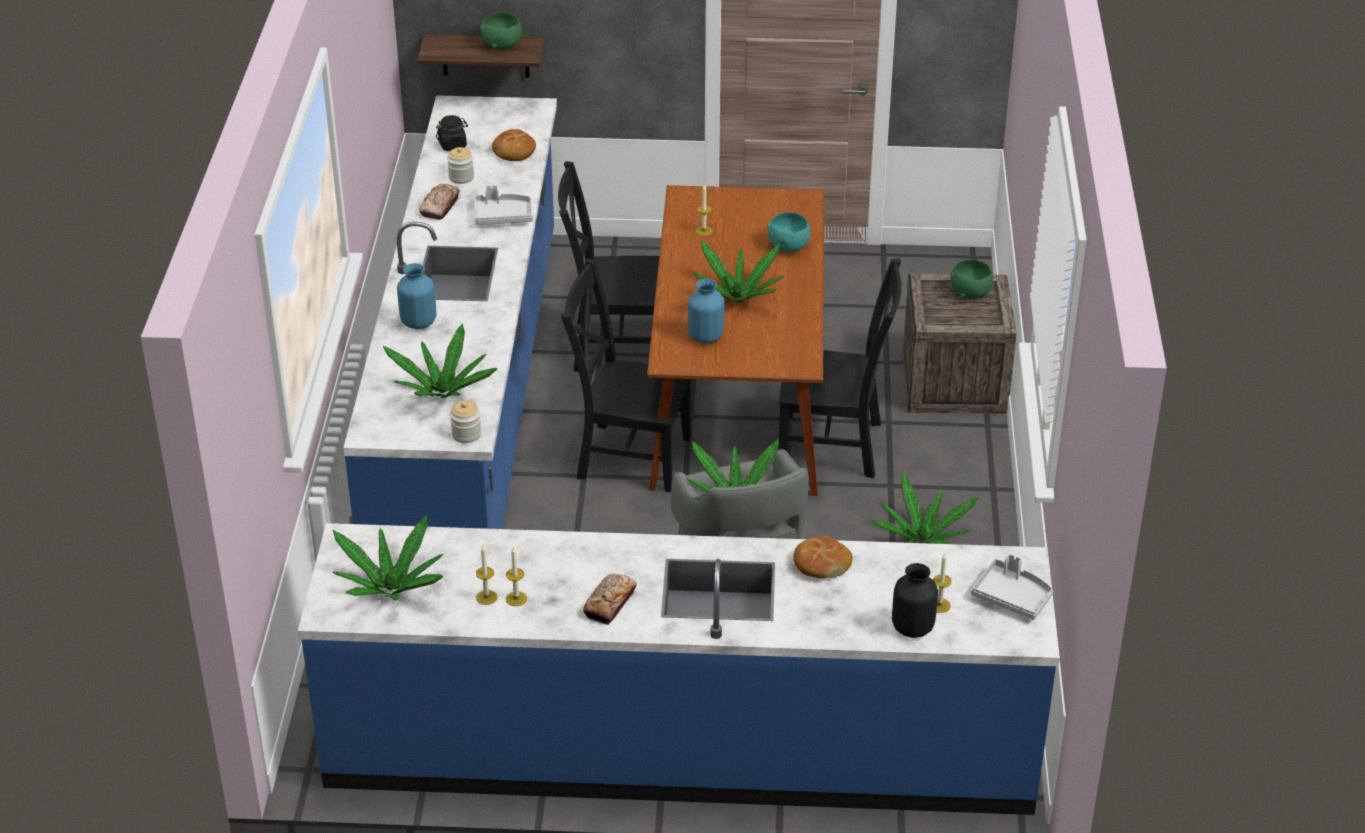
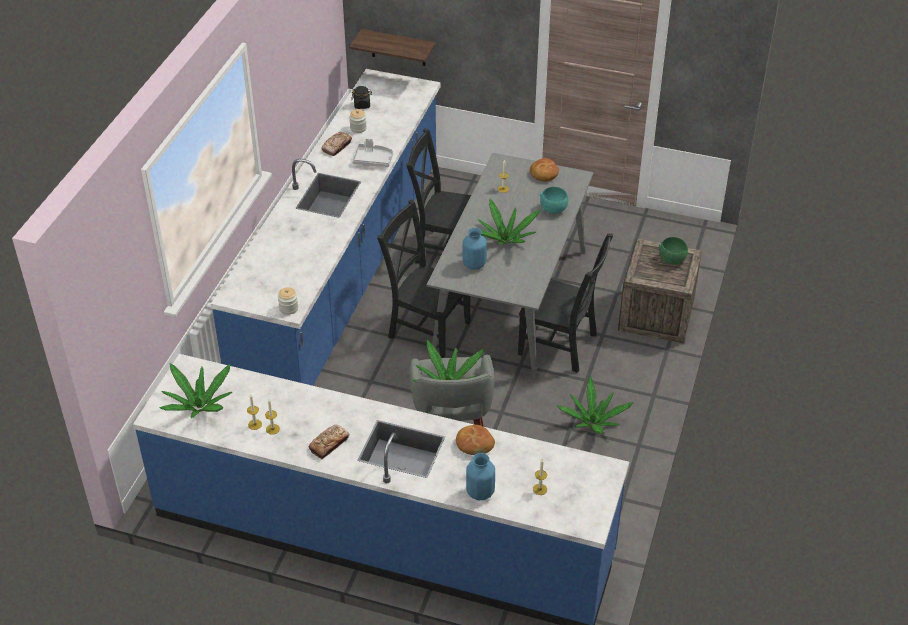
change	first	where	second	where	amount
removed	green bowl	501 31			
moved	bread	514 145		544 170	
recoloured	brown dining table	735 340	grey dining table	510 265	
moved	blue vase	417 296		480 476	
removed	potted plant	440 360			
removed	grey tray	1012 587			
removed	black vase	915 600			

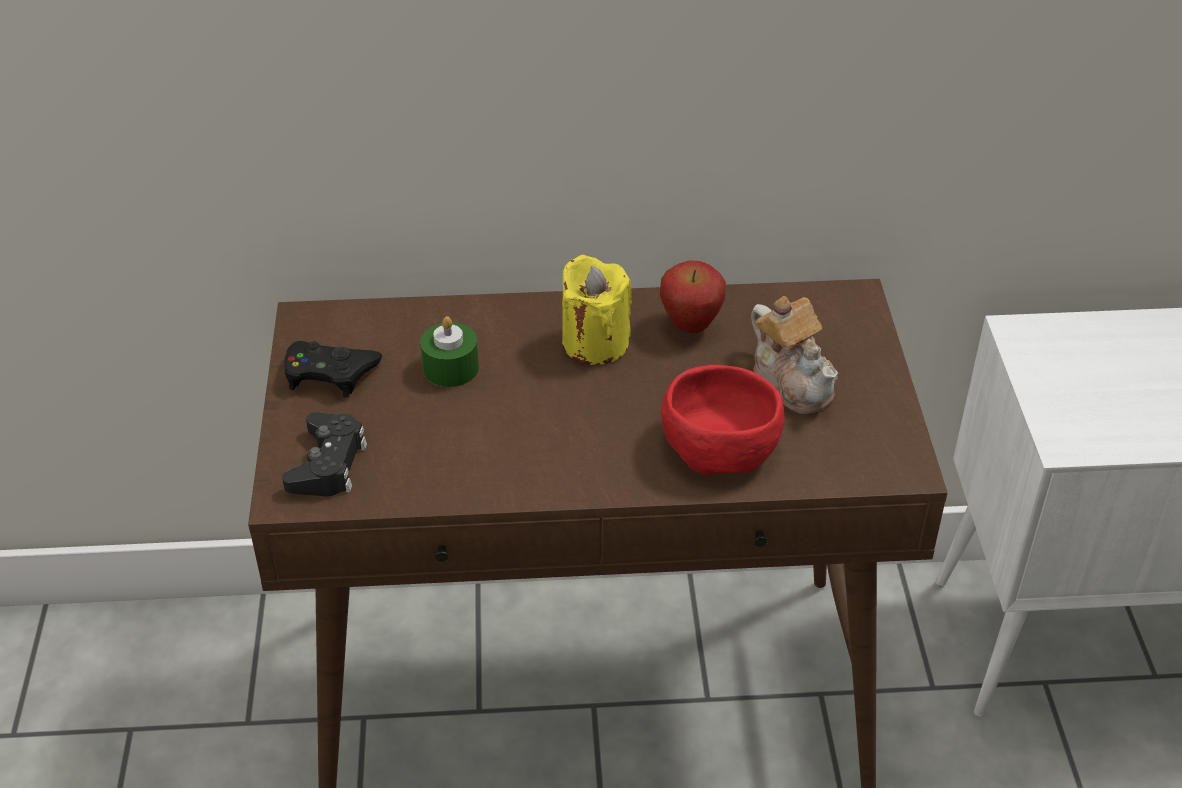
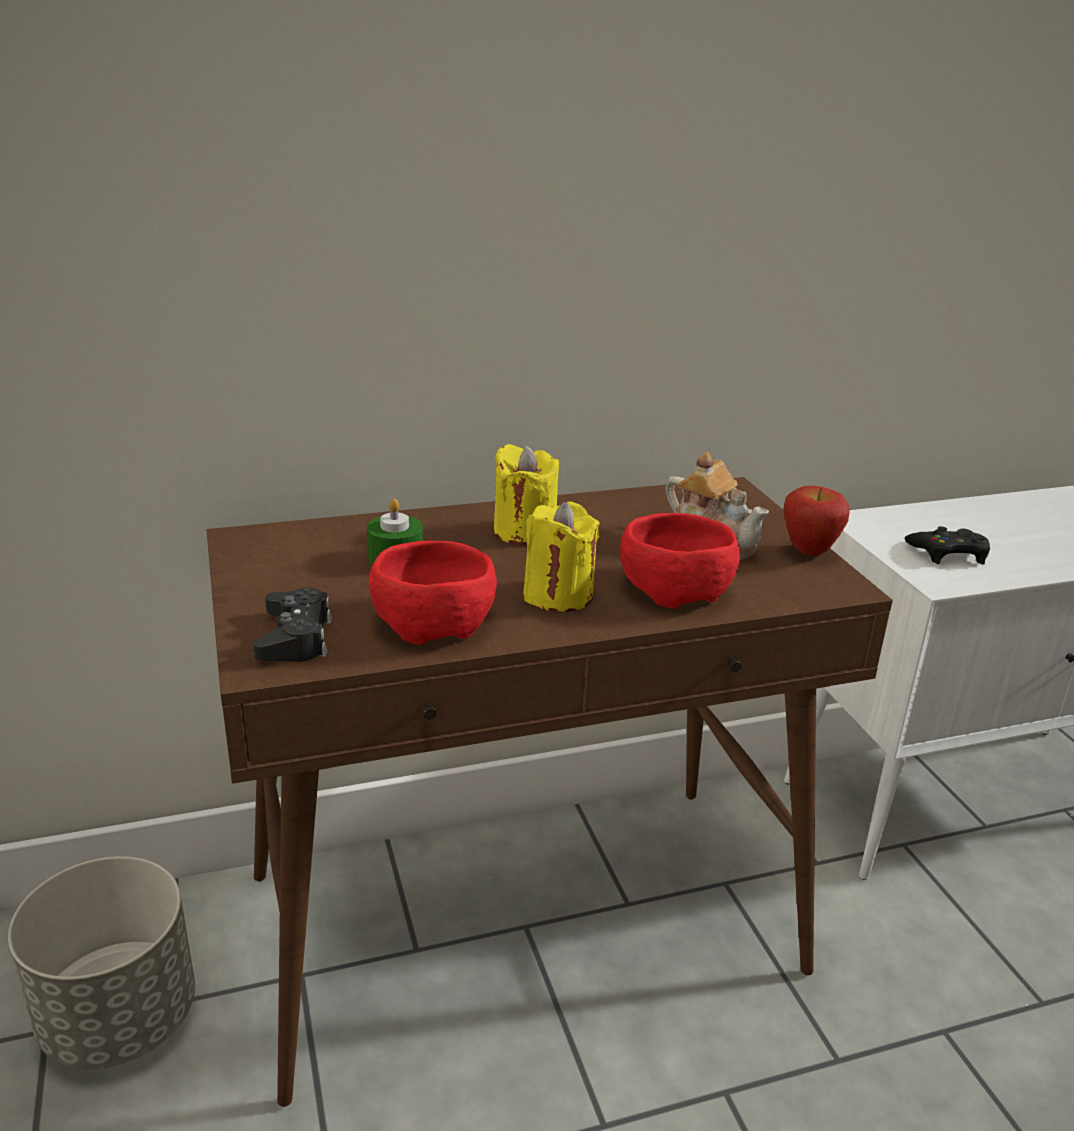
change	first	where	second	where	amount
moved	apple	693 296		816 521	
moved	black game controller	333 369		947 545	
added			yellow candle	561 556	
added			red bowl	433 593	
added			grey planter	101 962	

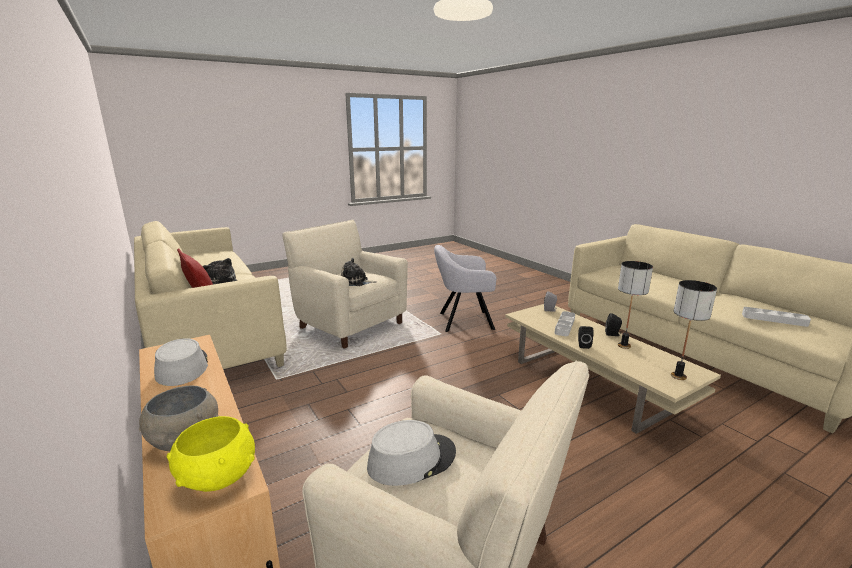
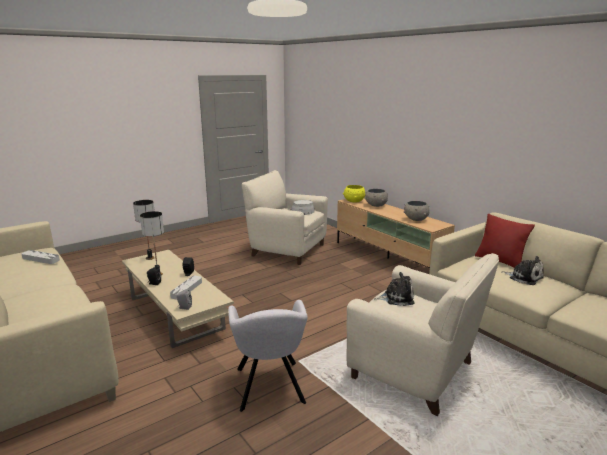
change	first	where	second	where	amount
turned	grey armchair	465 288		268 356	90 degrees clockwise
replaced	grey hat	181 362	grey bowl	416 211	

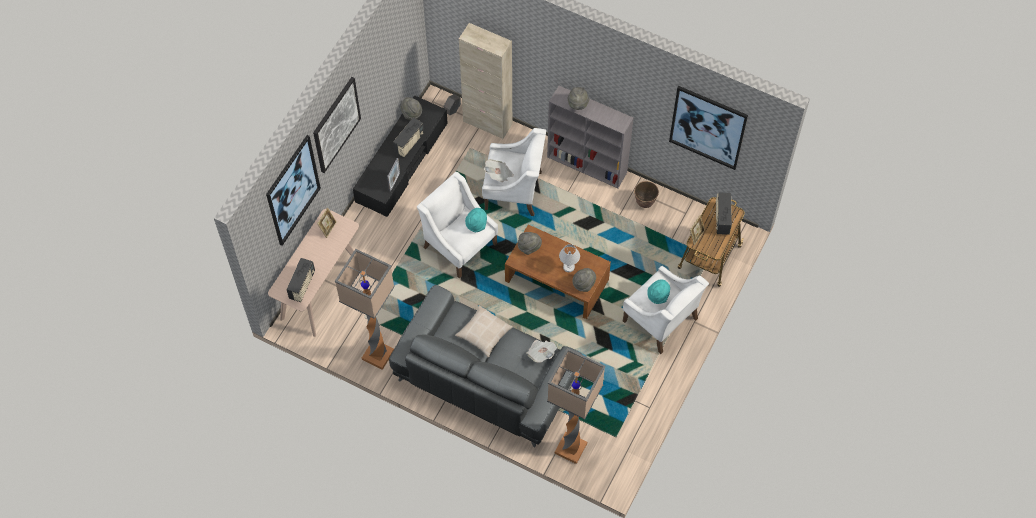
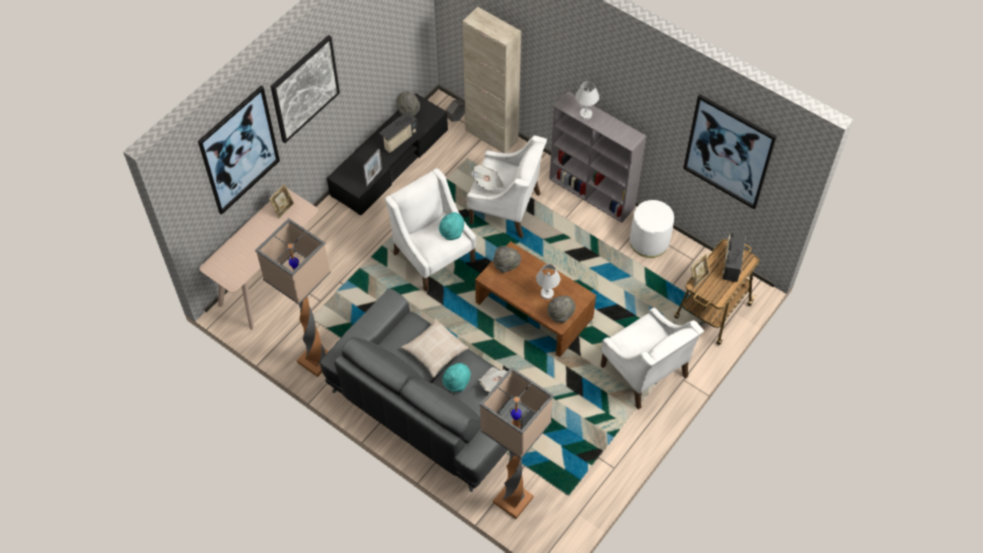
change	first	where	second	where	amount
replaced	grey hat	578 98	white table lamp	587 100	
replaced	planter	646 194	white ottoman	652 229	
removed	radio	300 280			
moved	turquoise hat	658 291		457 377	

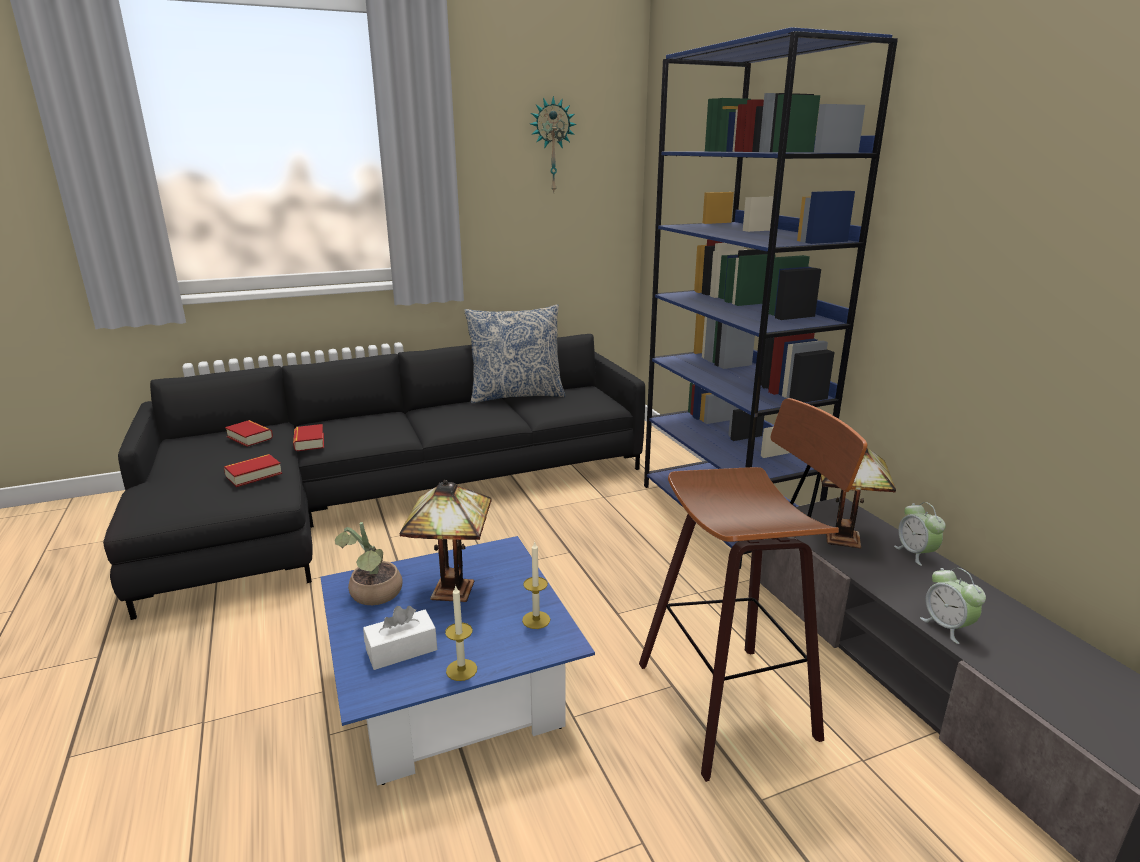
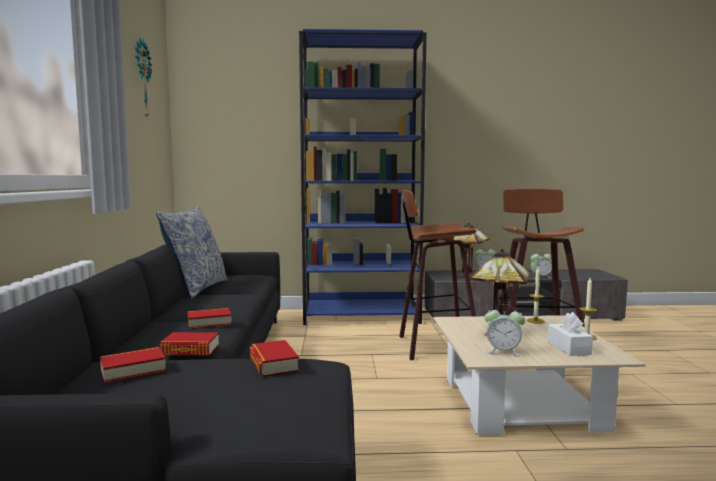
change	first	where	second	where	amount
replaced	potted plant	369 563	alarm clock	505 330	
recoloured	blue coffee table	457 661	beige coffee table	539 375	
added			stool	437 275	
added			book	210 318	

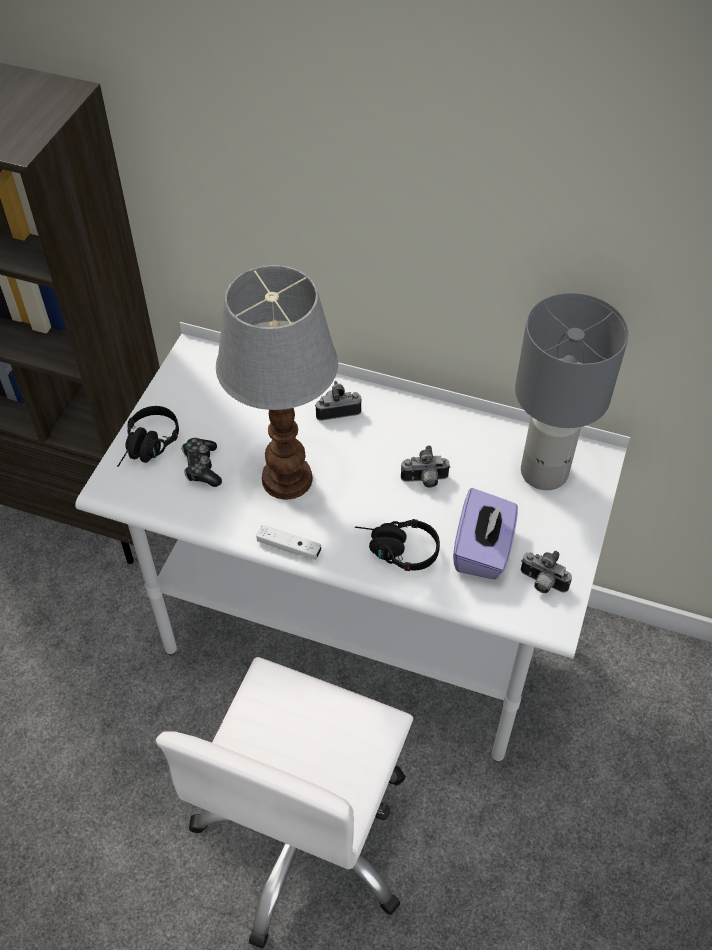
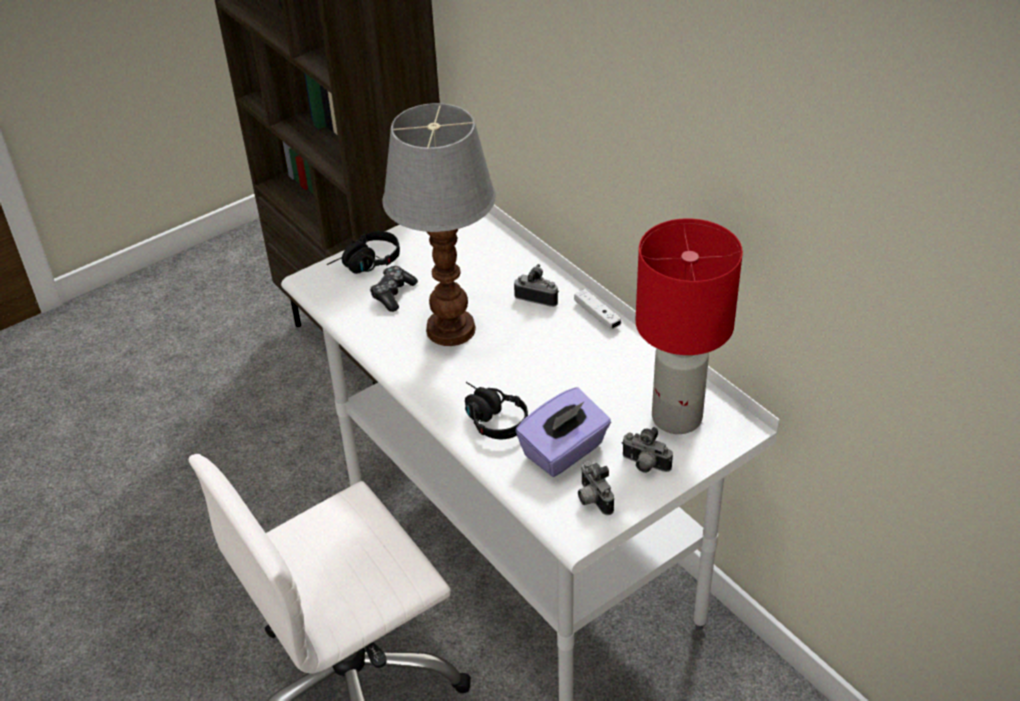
change	first	where	second	where	amount
recoloured	grey table lamp	572 391	red table lamp	689 326	
moved	photo camera	425 466		647 450	
moved	white game controller	288 542		597 309	

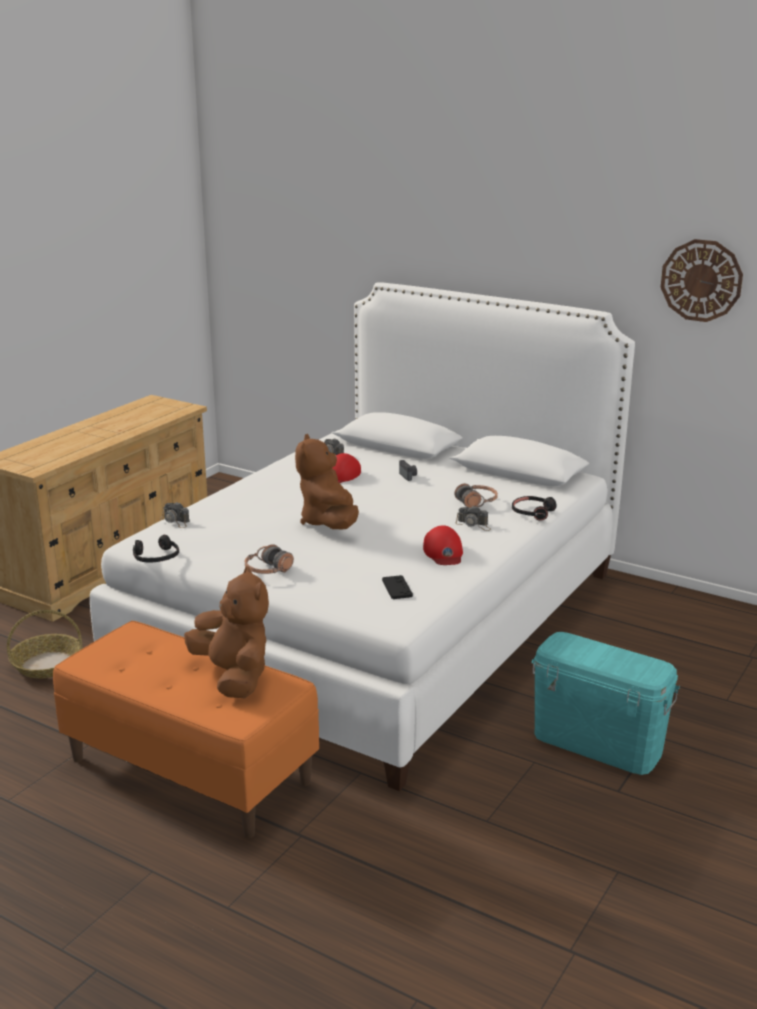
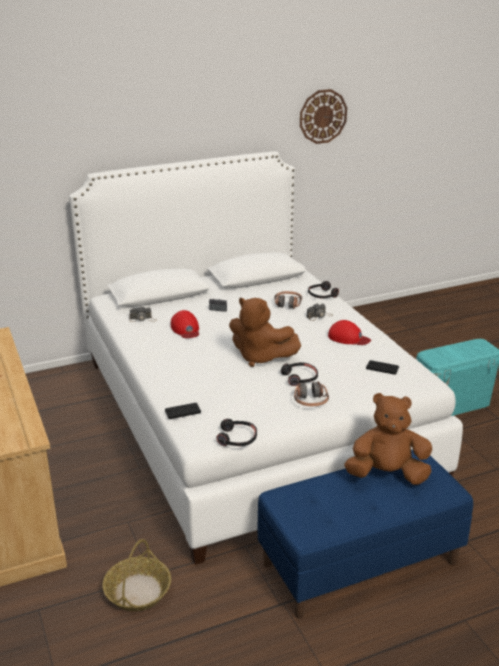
change	first	where	second	where	amount
replaced	photo camera	175 515	black game controller	183 411	
recoloured	orange bench	186 729	blue bench	365 534	
added			black headphones	299 374	

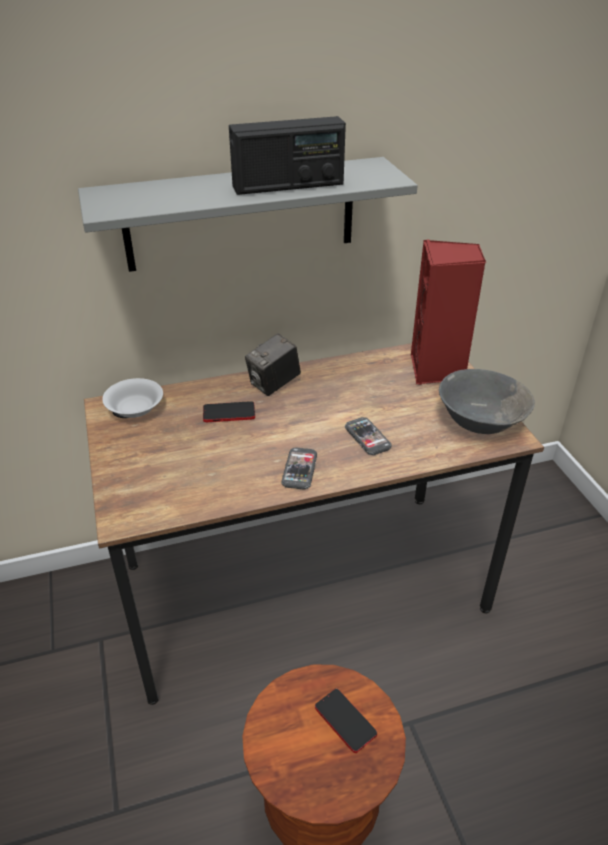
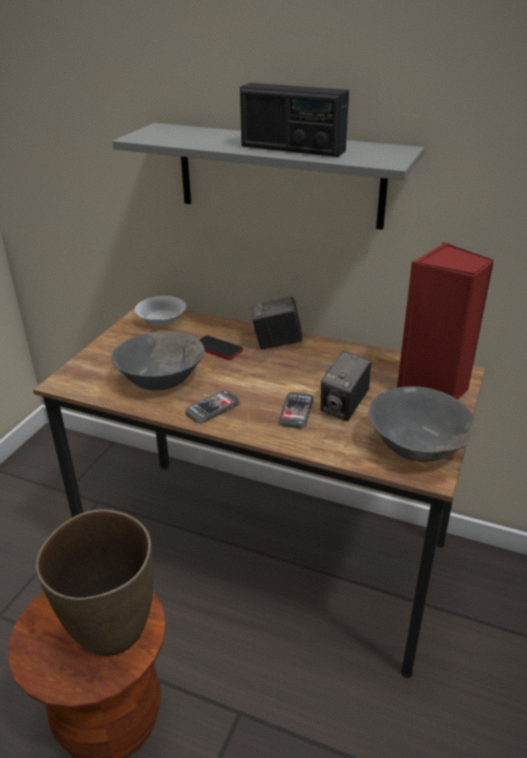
change	first	where	second	where	amount
replaced	phone	346 721	brown vase	94 582	
added			grey bowl	157 361	
added			photo camera	345 385	

